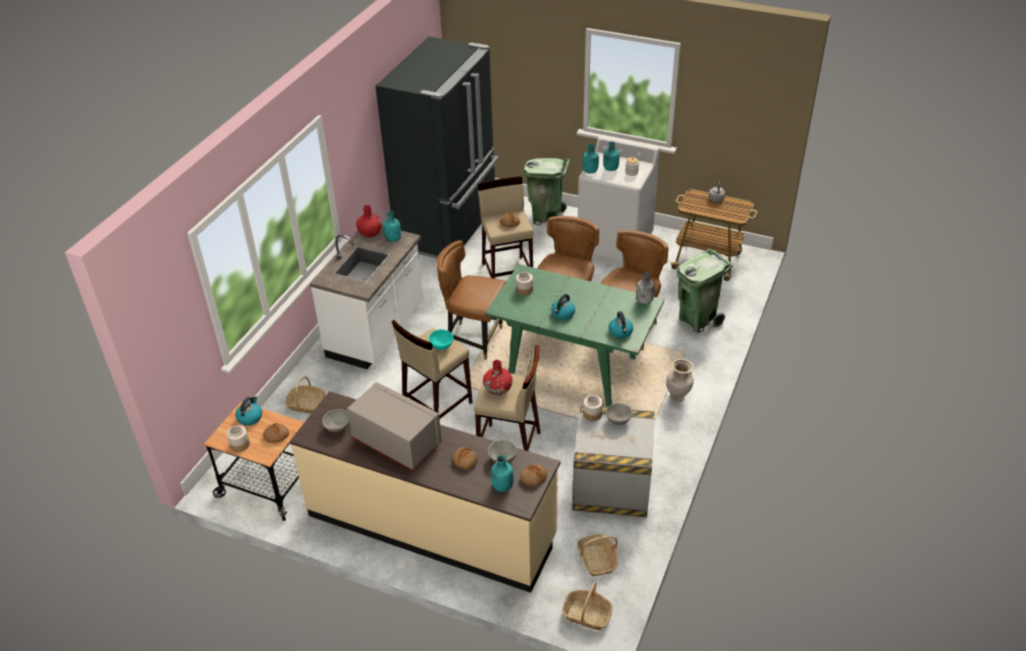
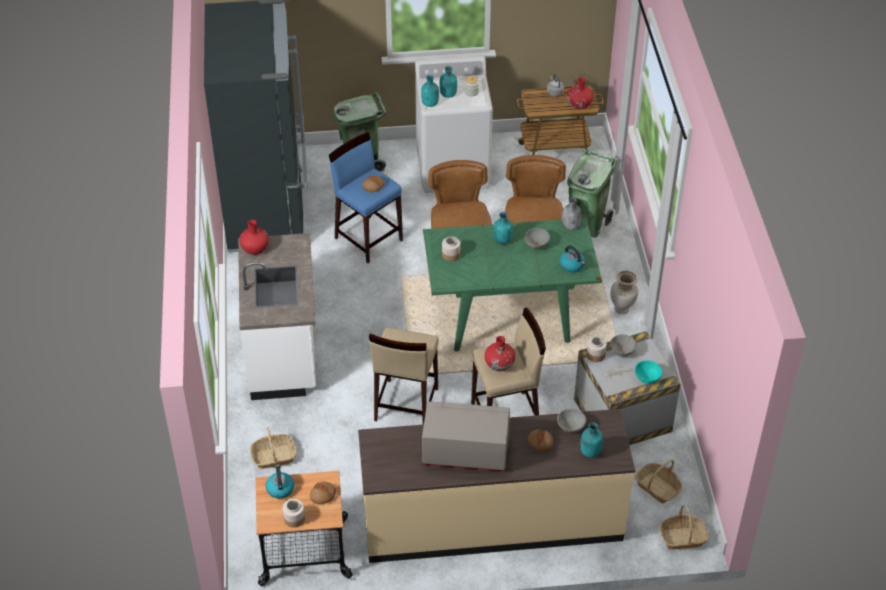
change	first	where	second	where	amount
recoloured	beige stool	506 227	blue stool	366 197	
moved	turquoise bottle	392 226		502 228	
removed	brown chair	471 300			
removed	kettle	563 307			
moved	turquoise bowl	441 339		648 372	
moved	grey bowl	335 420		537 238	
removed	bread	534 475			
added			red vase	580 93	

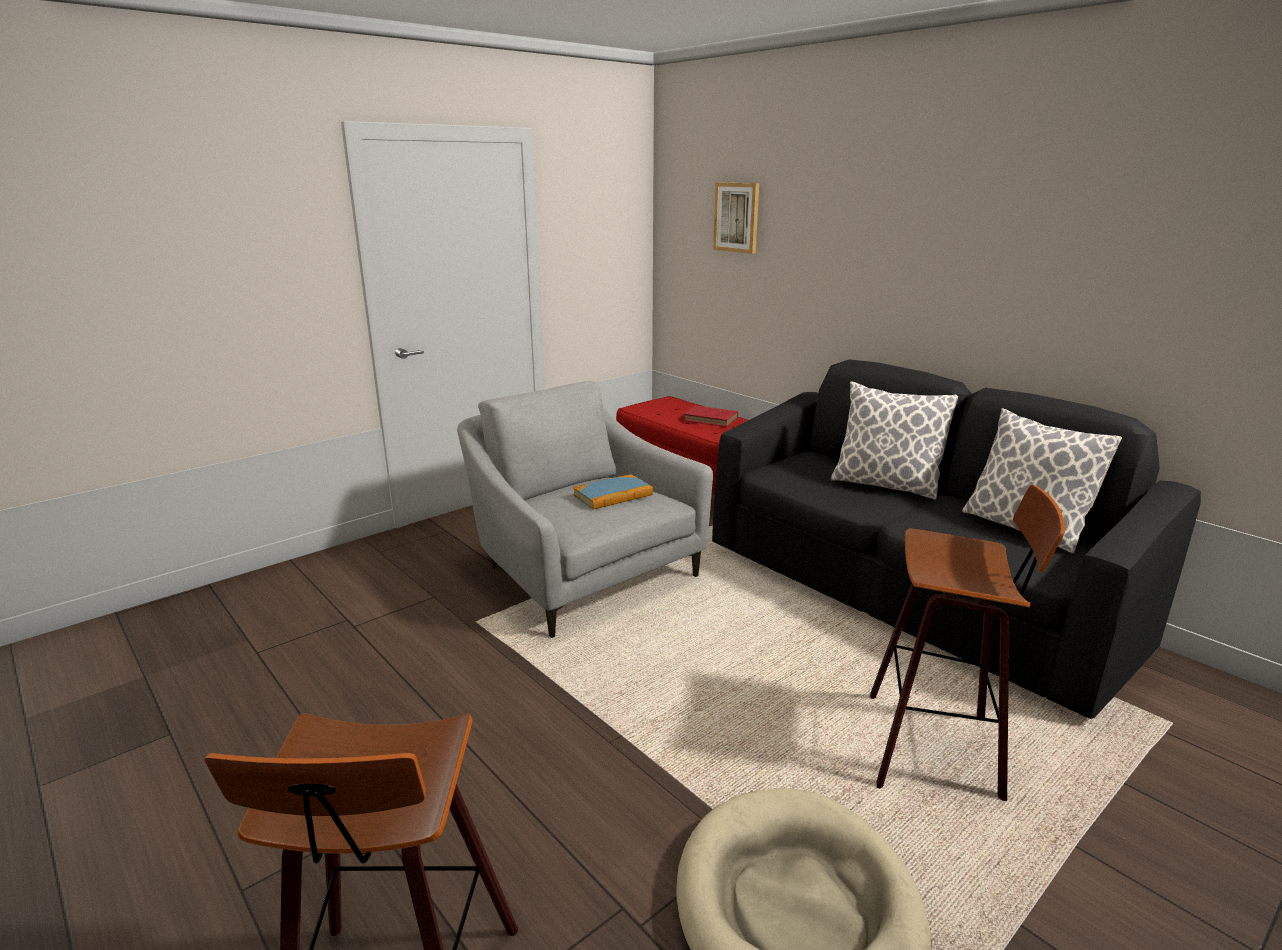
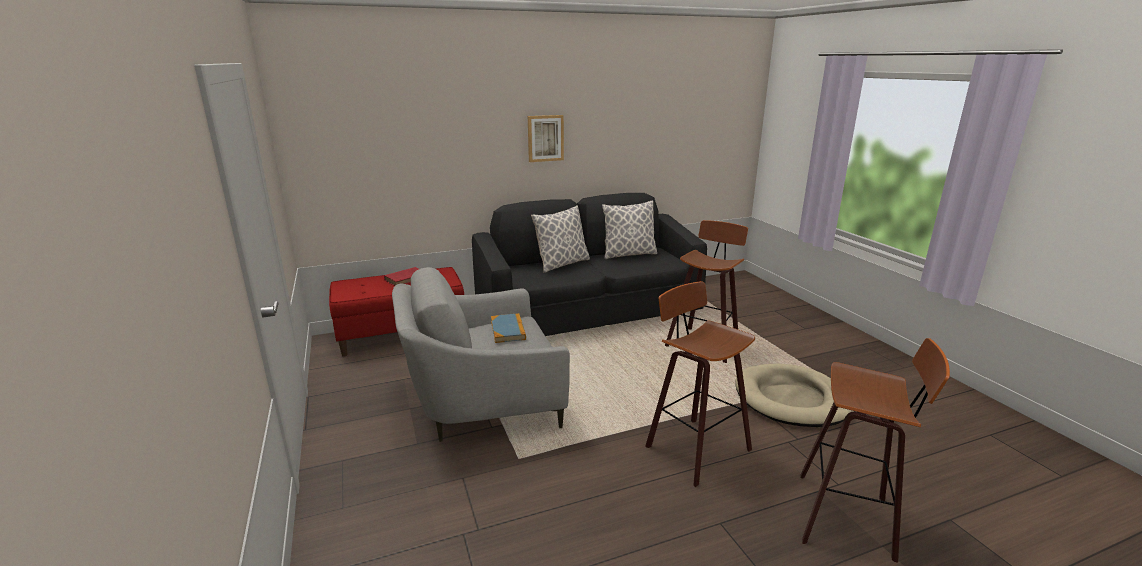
change	first	where	second	where	amount
moved	picture	736 218		546 138	
added			stool	700 384	

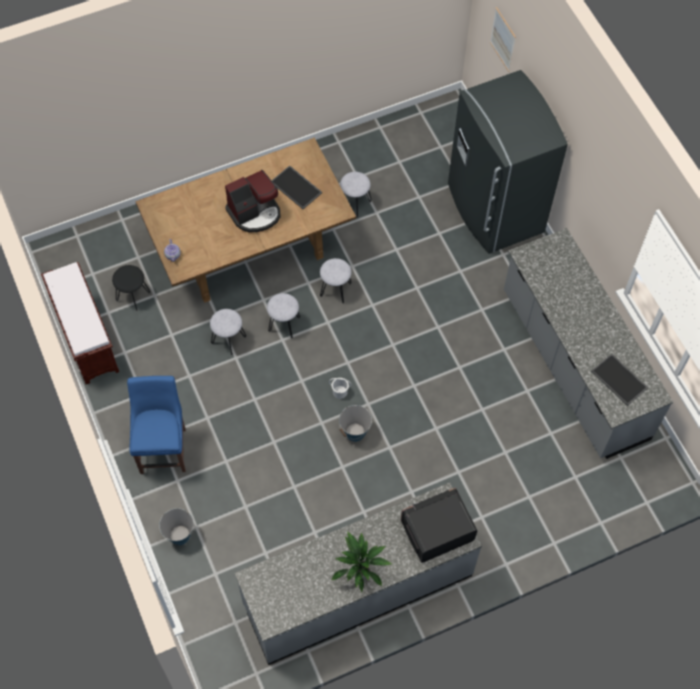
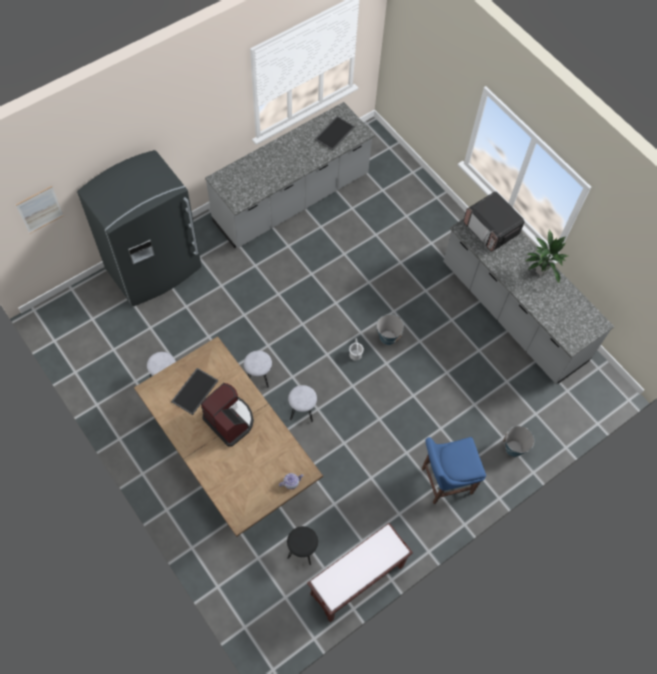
change	first	where	second	where	amount
removed	grey stool	228 332			

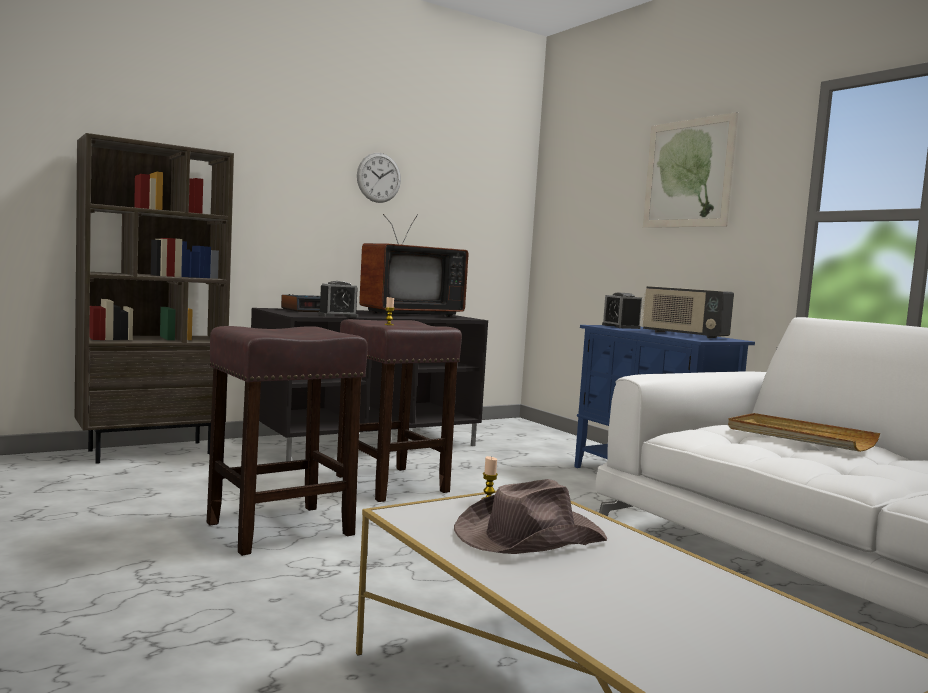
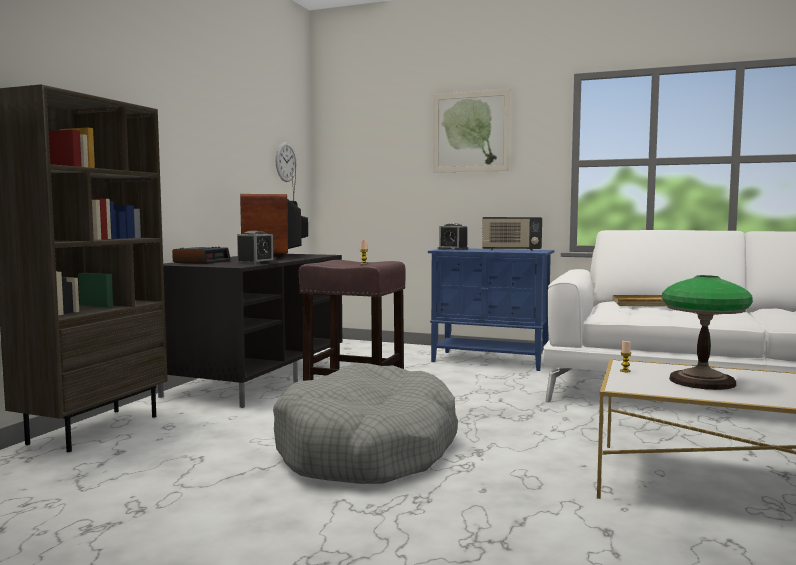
change	first	where	second	where	amount
moved	wall clock	379 178		285 162	
turned	television	414 265		274 211	150 degrees clockwise
replaced	brown stool	287 441	grey dog bed	365 423	
replaced	brown hat	530 516	table lamp	707 332	

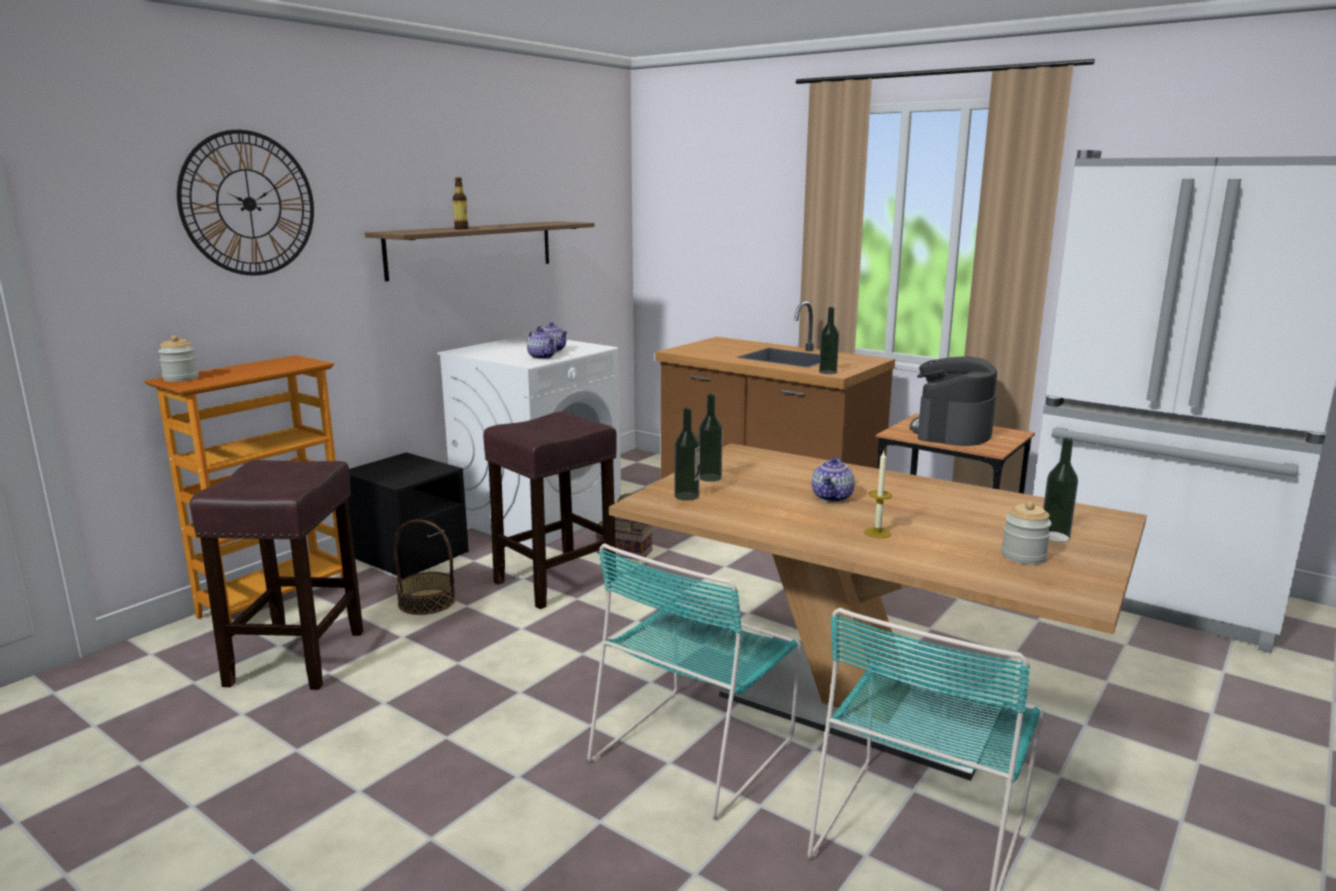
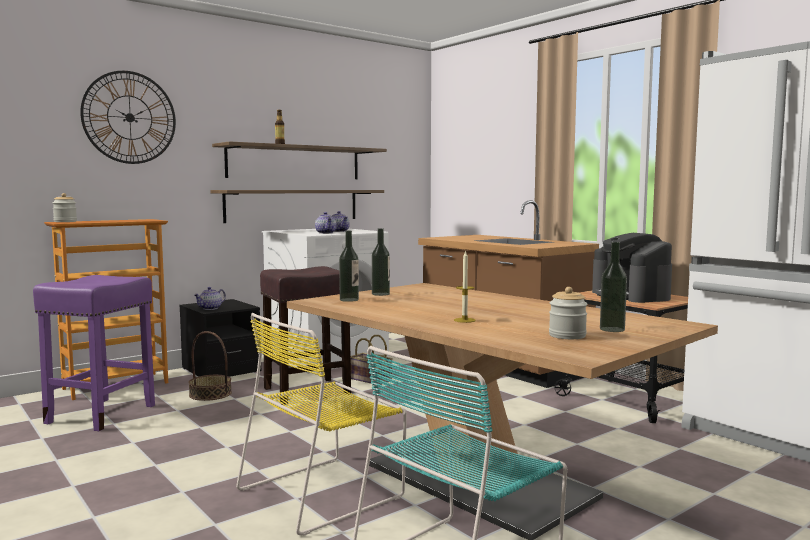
change	first	where	second	where	amount
removed	bottle	829 340			
turned	coffee machine	953 401		632 268	60 degrees counterclockwise
moved	teapot	833 480		210 298	
recoloured	brown stool	276 575	purple stool	94 353	
recoloured	turquoise chair	694 681	yellow chair	321 424	
added			shelf	297 206	

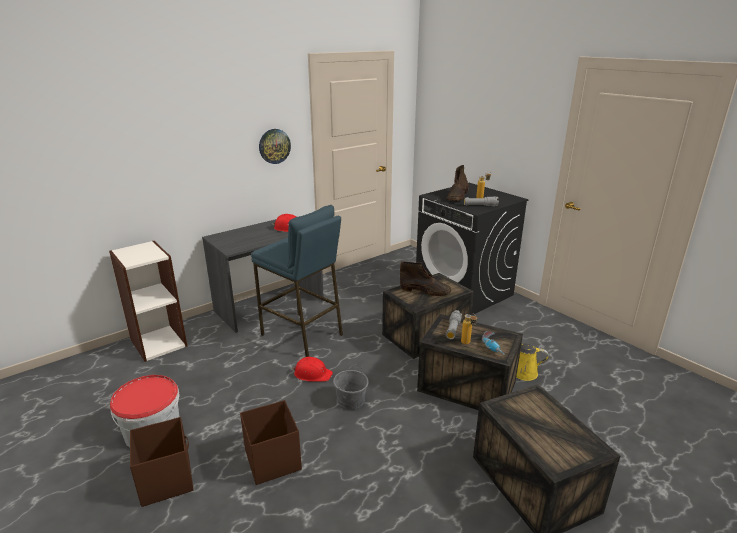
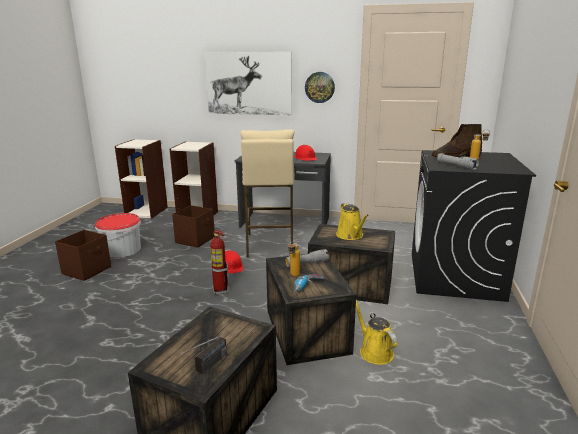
change	first	where	second	where	amount
recoloured	blue stool	297 281	beige stool	267 193	
replaced	brown boot	425 278	yellow watering can	352 221	
replaced	grey bucket	351 387	fire extinguisher	219 262	
moved	brown storage box	271 442		193 226	
added			picture	248 83	
added			bookcase	141 179	
added			radio	203 355	

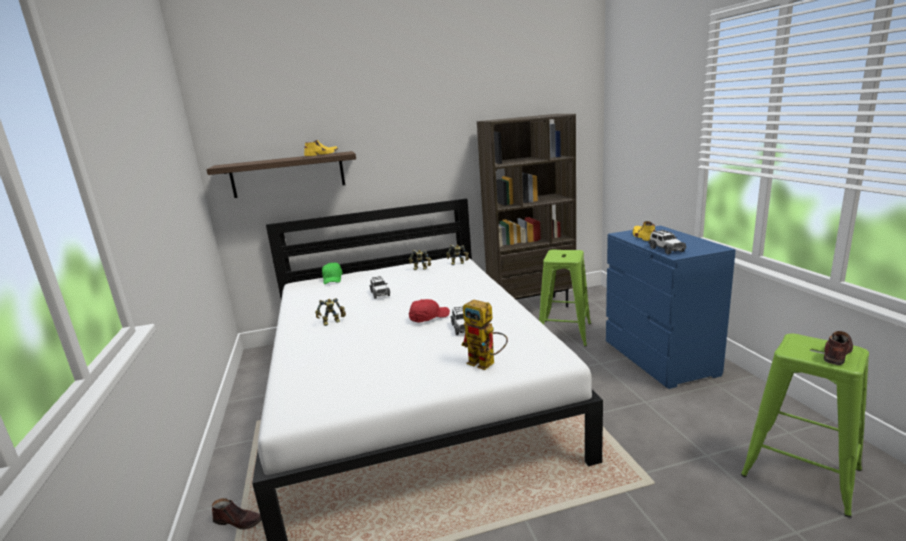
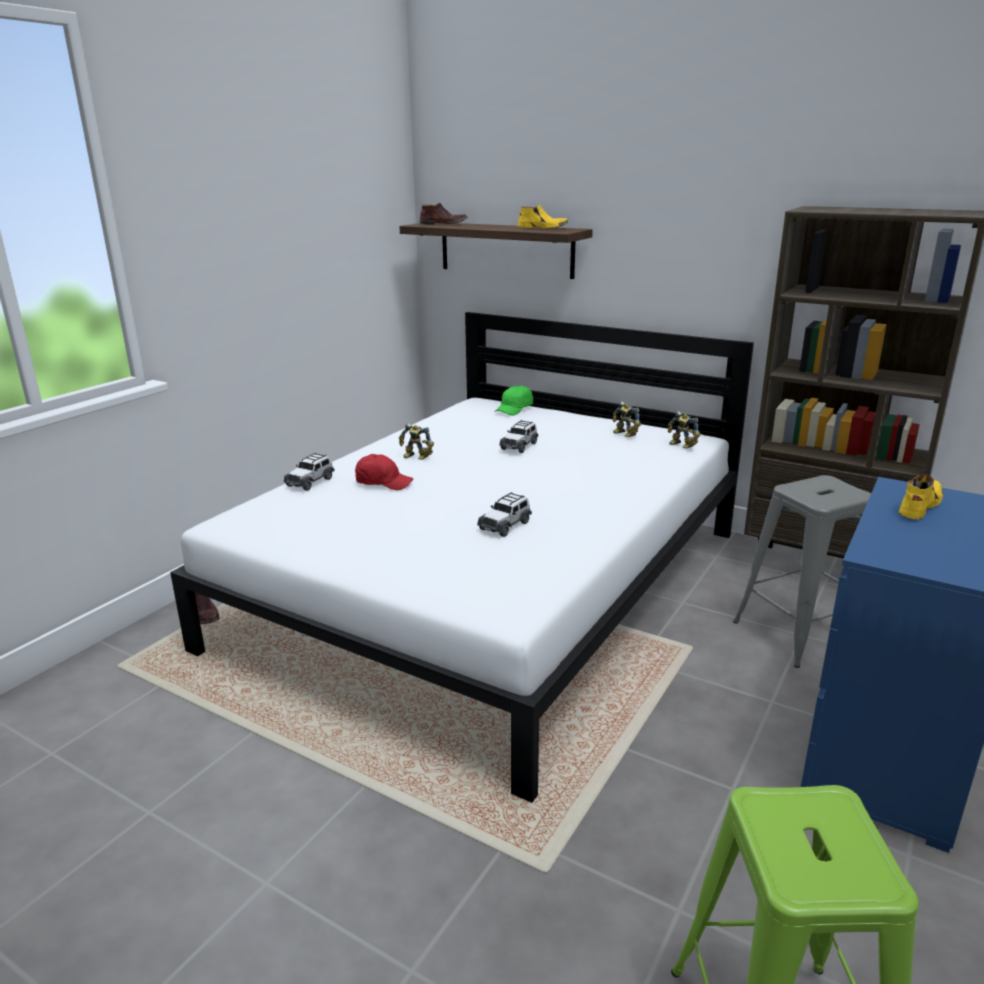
change	first	where	second	where	amount
moved	toy car	667 242		309 472	
recoloured	green stool	565 298	grey stool	802 571	
moved	red cap	429 310		384 472	
removed	toy robot	484 334			
moved	brown shoe	838 348		444 214	

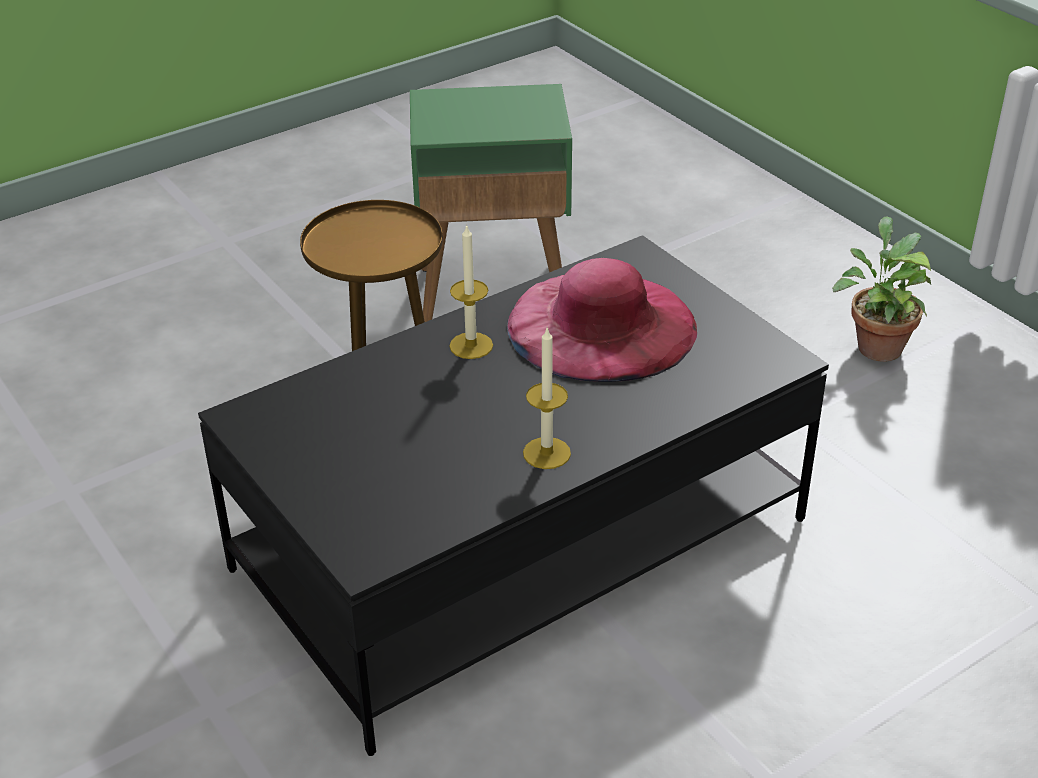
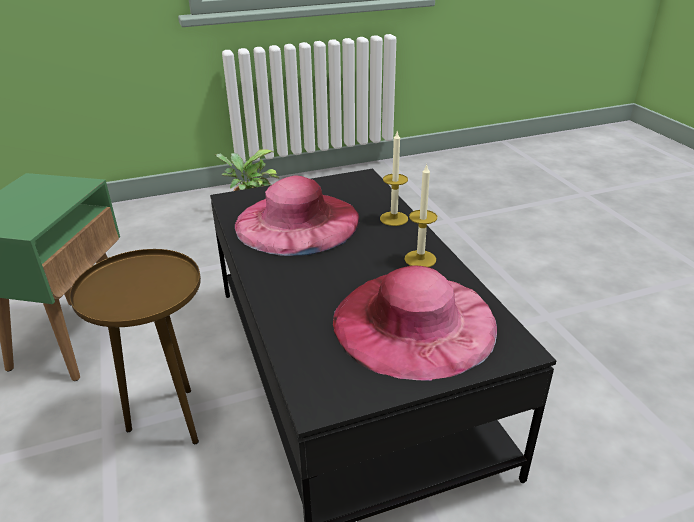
change	first	where	second	where	amount
moved	candle	471 291		394 179	
added			pink hat	415 323	

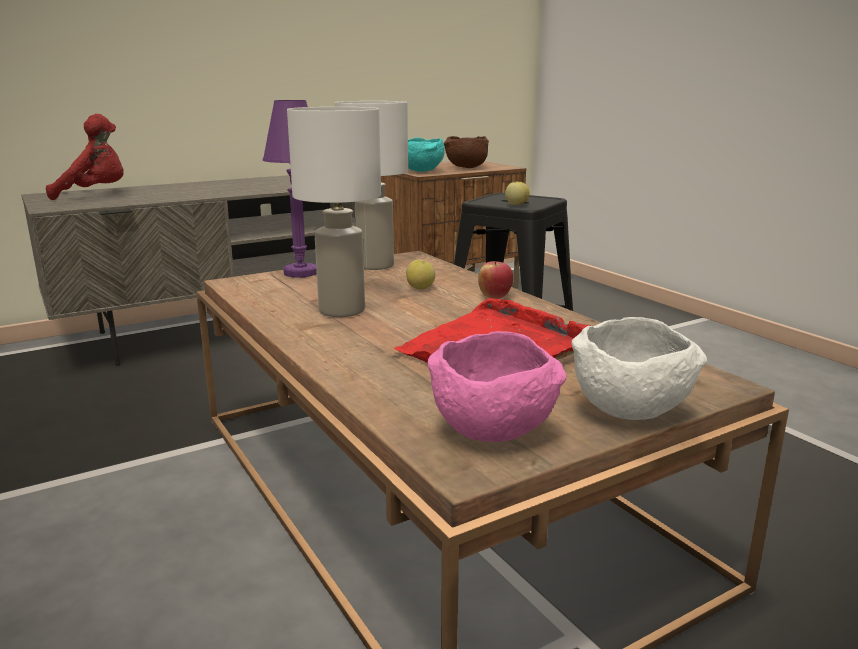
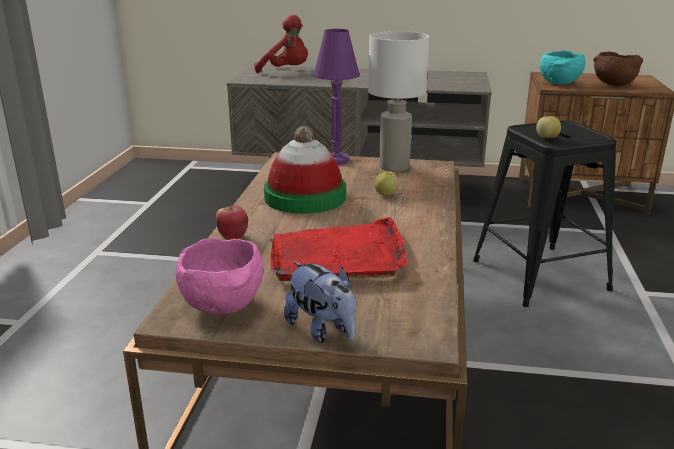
change	first	where	second	where	amount
replaced	white table lamp	334 212	hat	305 170	
moved	apple	495 280		232 222	
replaced	white bowl	639 368	plush toy	320 302	

